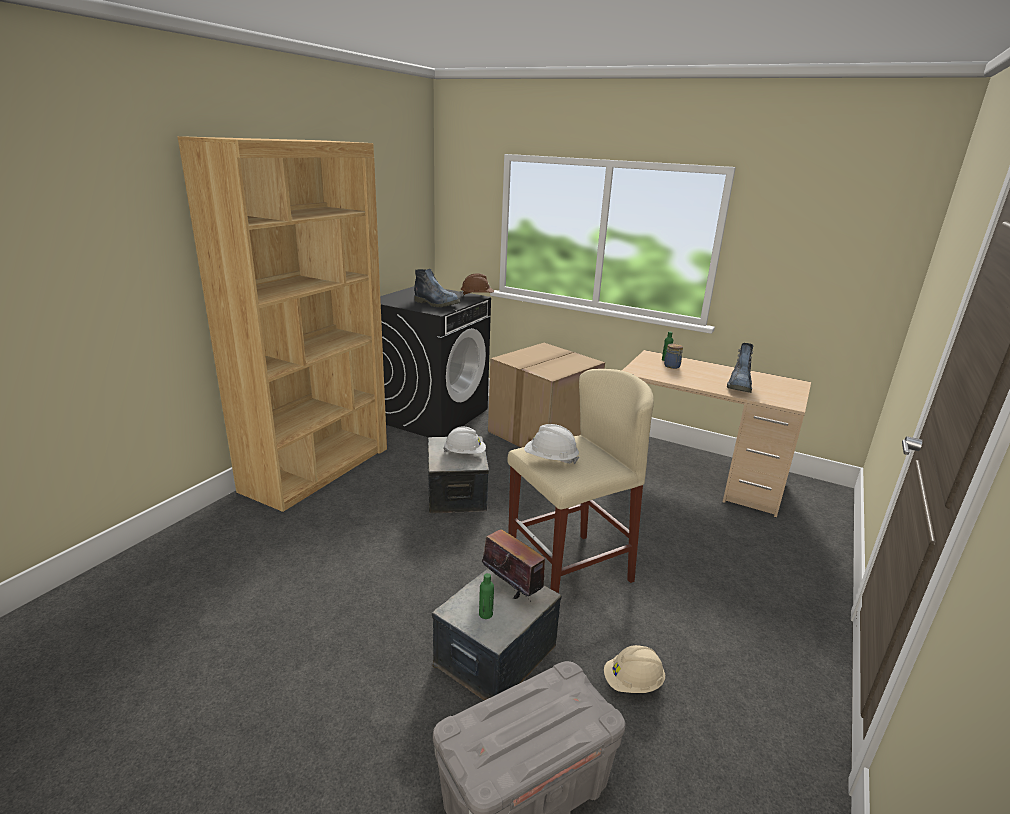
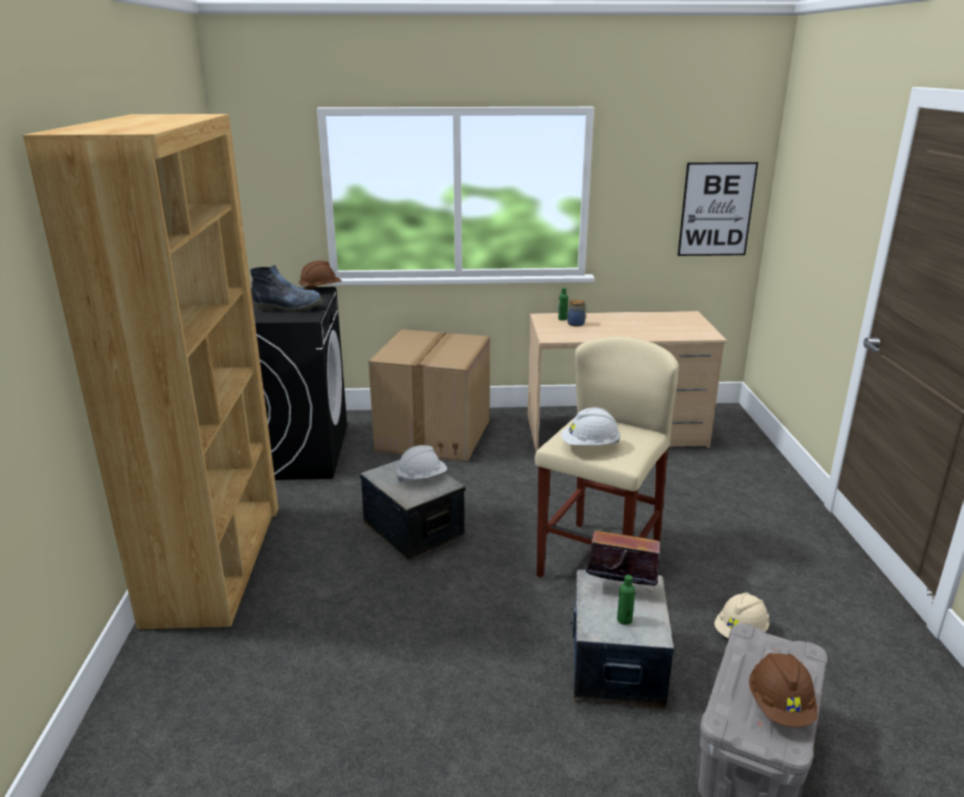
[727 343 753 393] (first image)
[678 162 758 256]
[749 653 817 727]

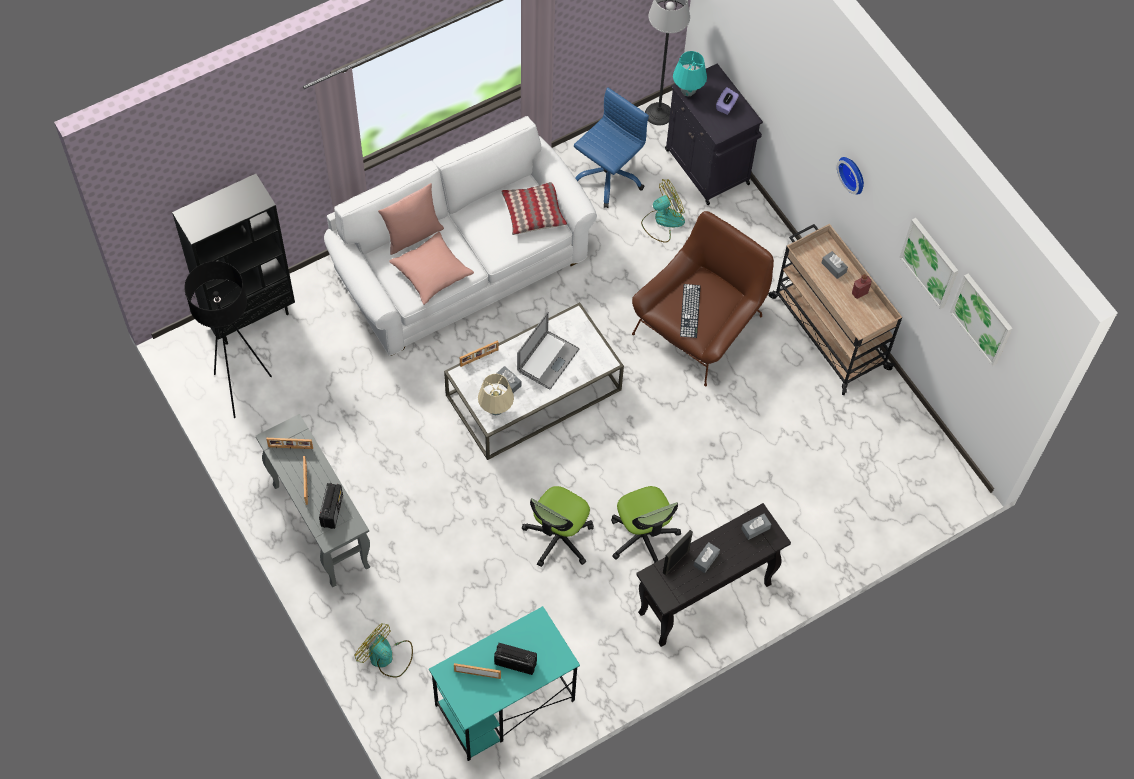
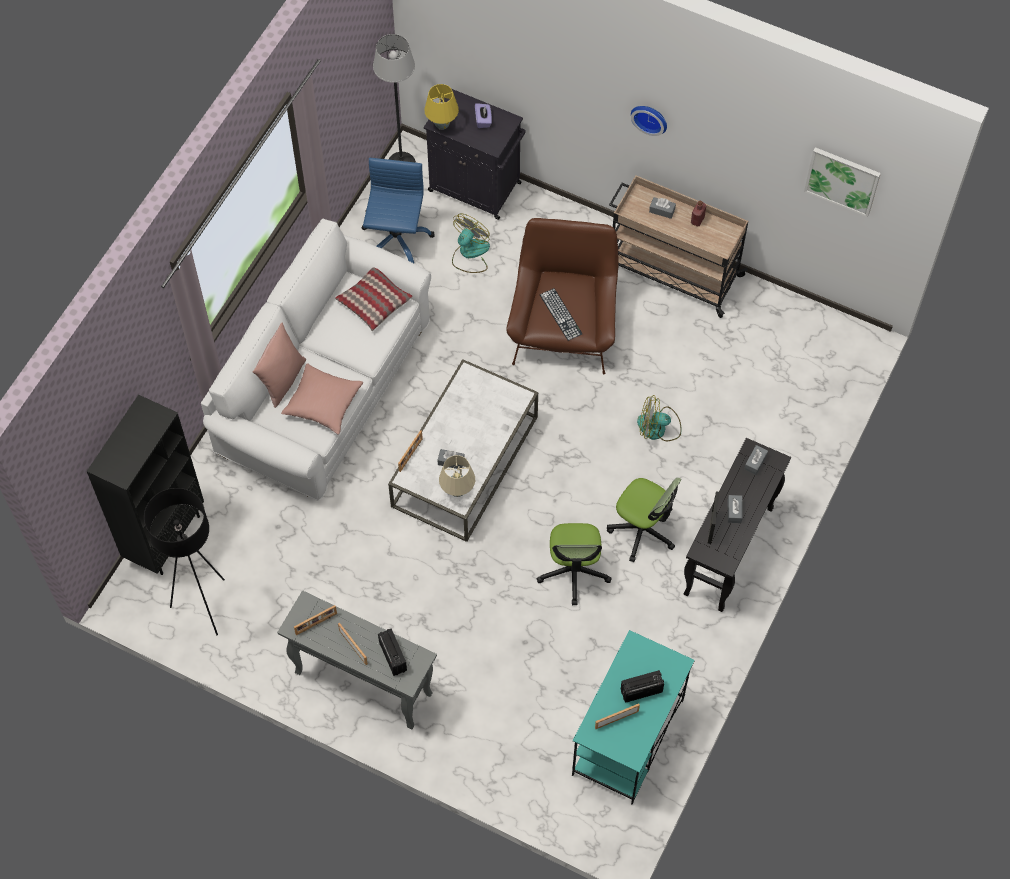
[424 84 459 130]
[899 218 958 309] (first image)
[517 312 580 390] (first image)
[637 395 681 441]

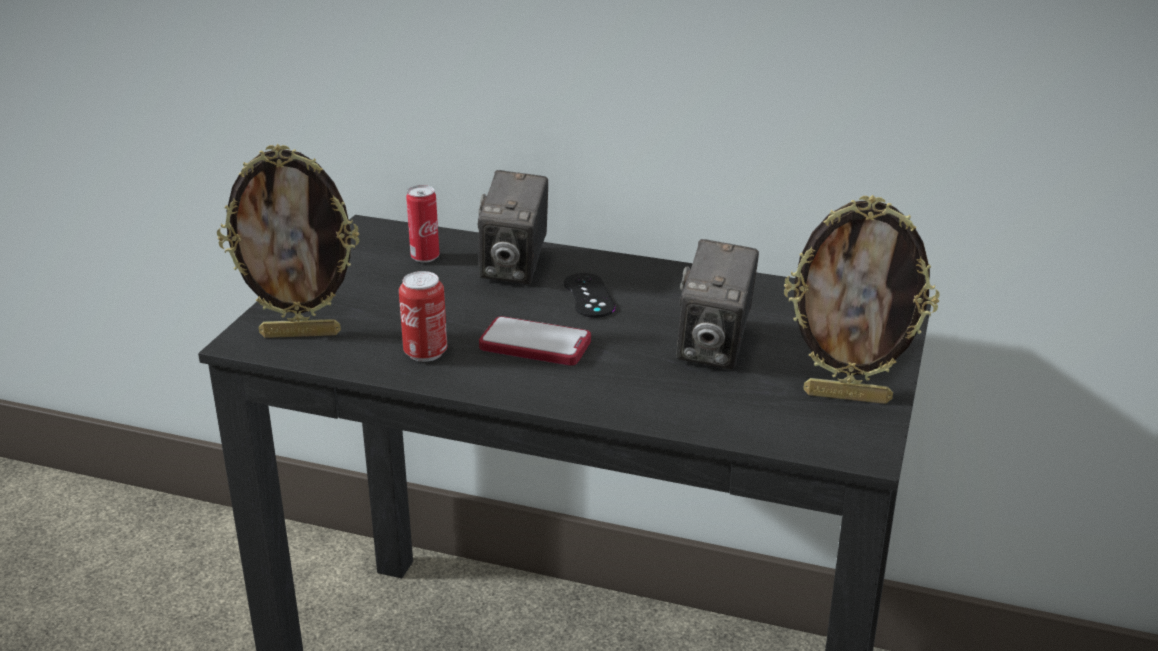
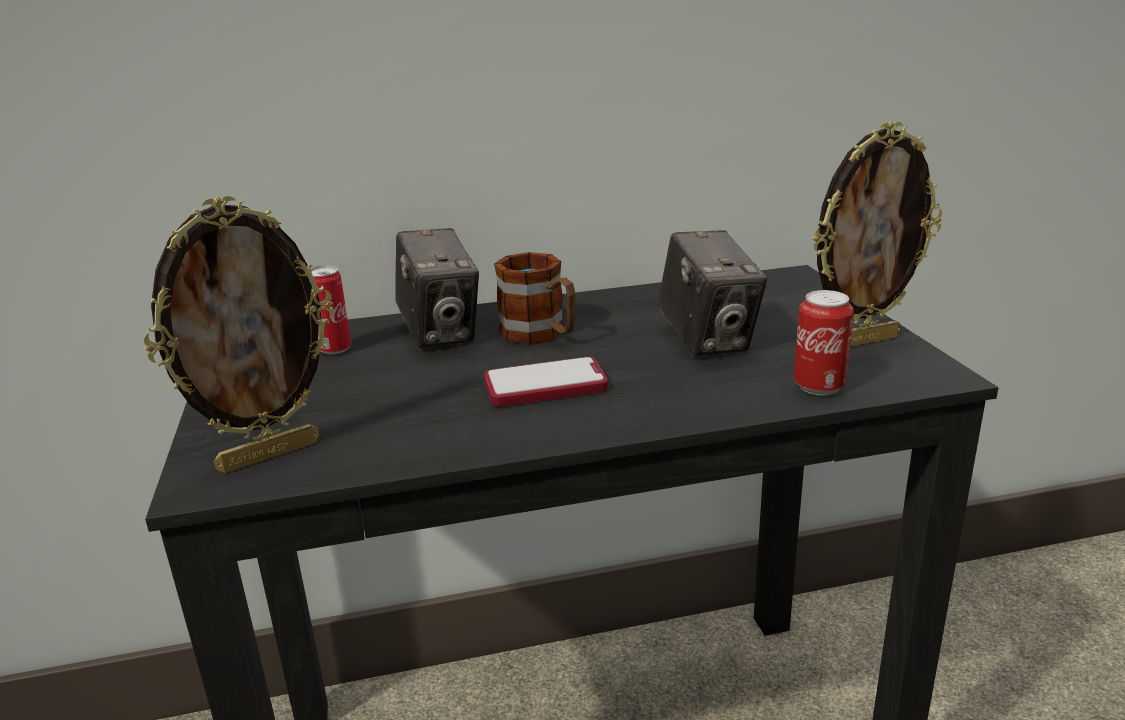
[794 290 854 396]
[494 252 576 344]

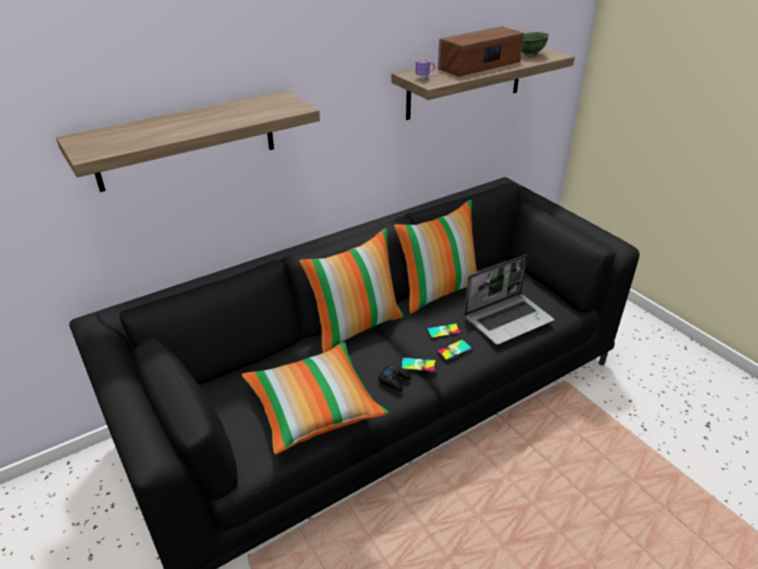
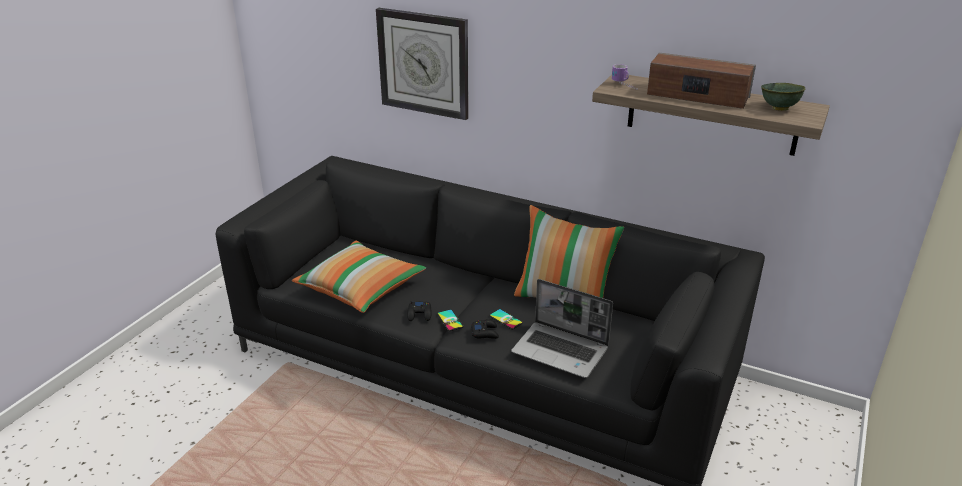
[376 8 469 120]
[300 228 404 353] (first image)
[471 319 499 339]

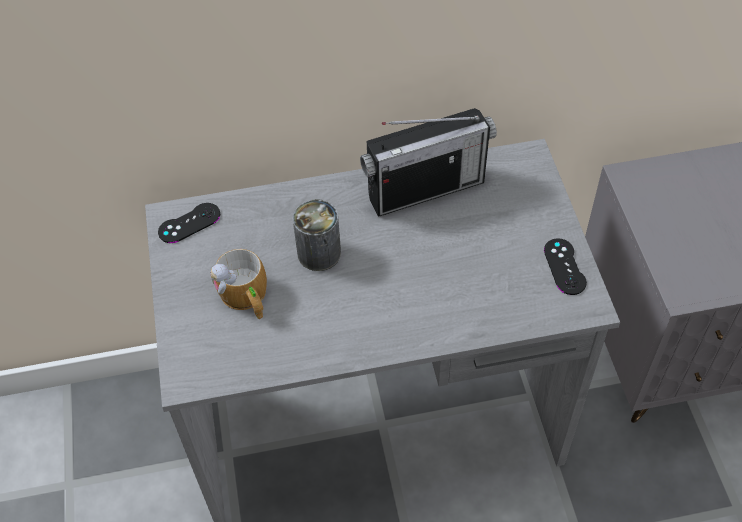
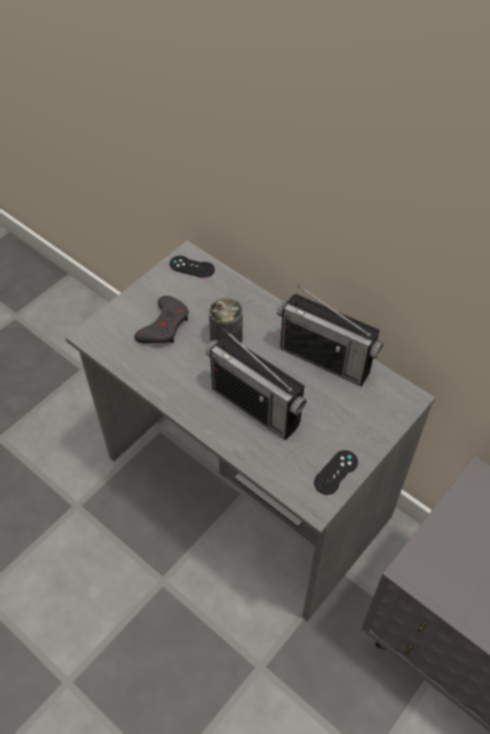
[134 296 188 344]
[205 329 307 440]

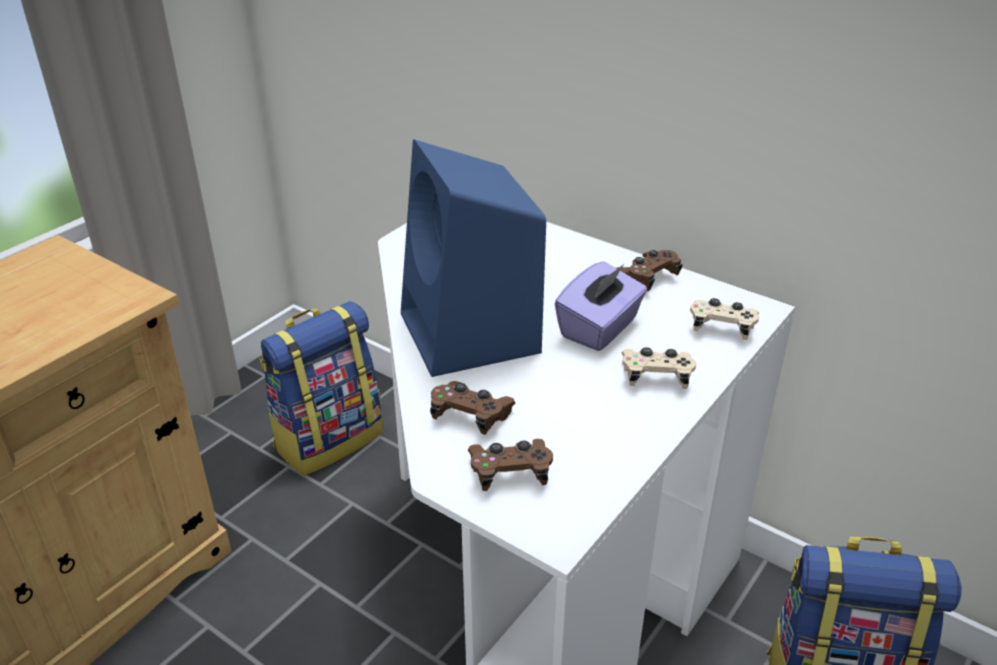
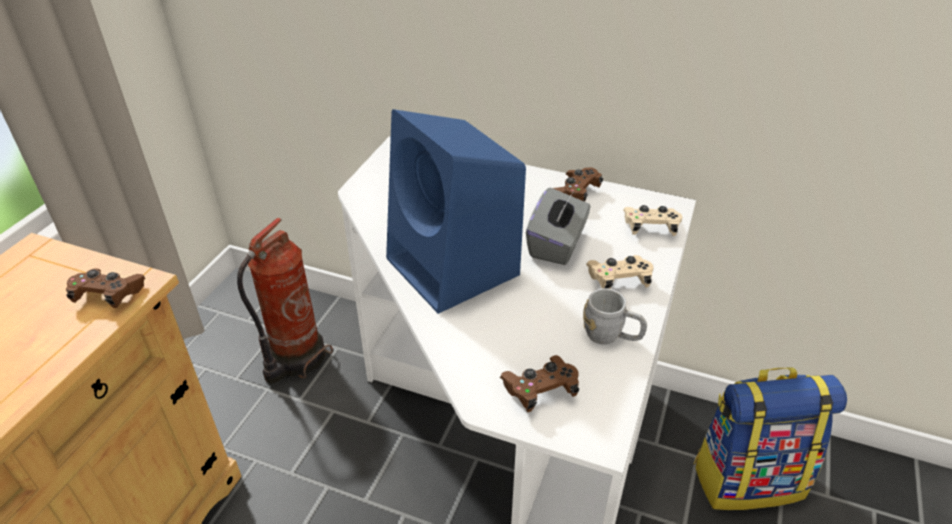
[526 187 590 265]
[237 218 333 384]
[66 268 146 308]
[583 288 647 345]

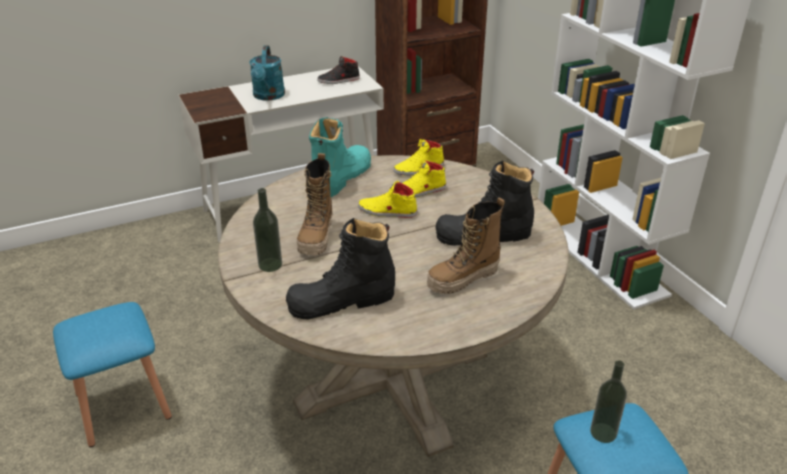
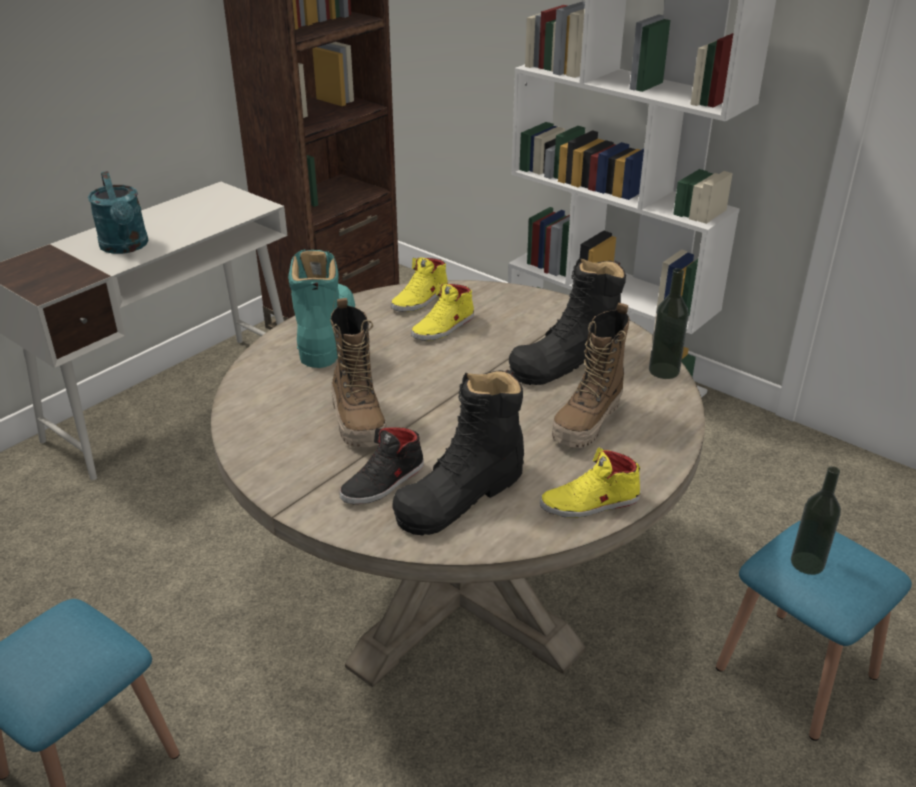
[340 427 424 504]
[540 448 641 518]
[649 268 689 379]

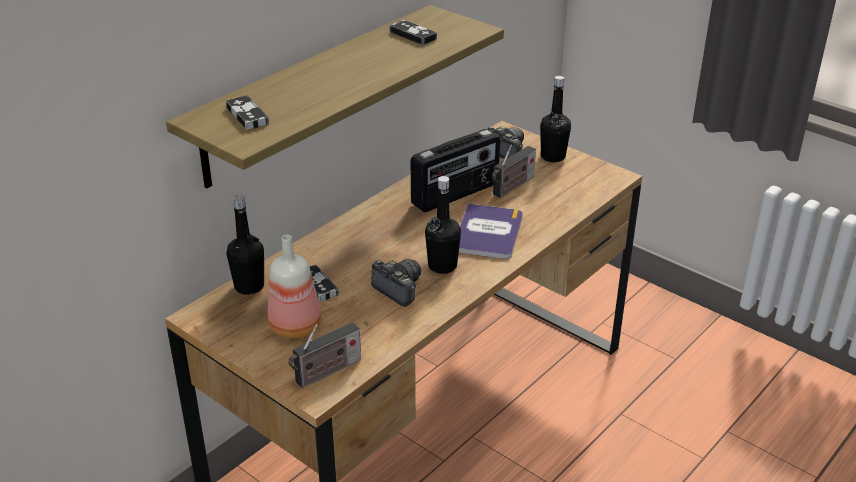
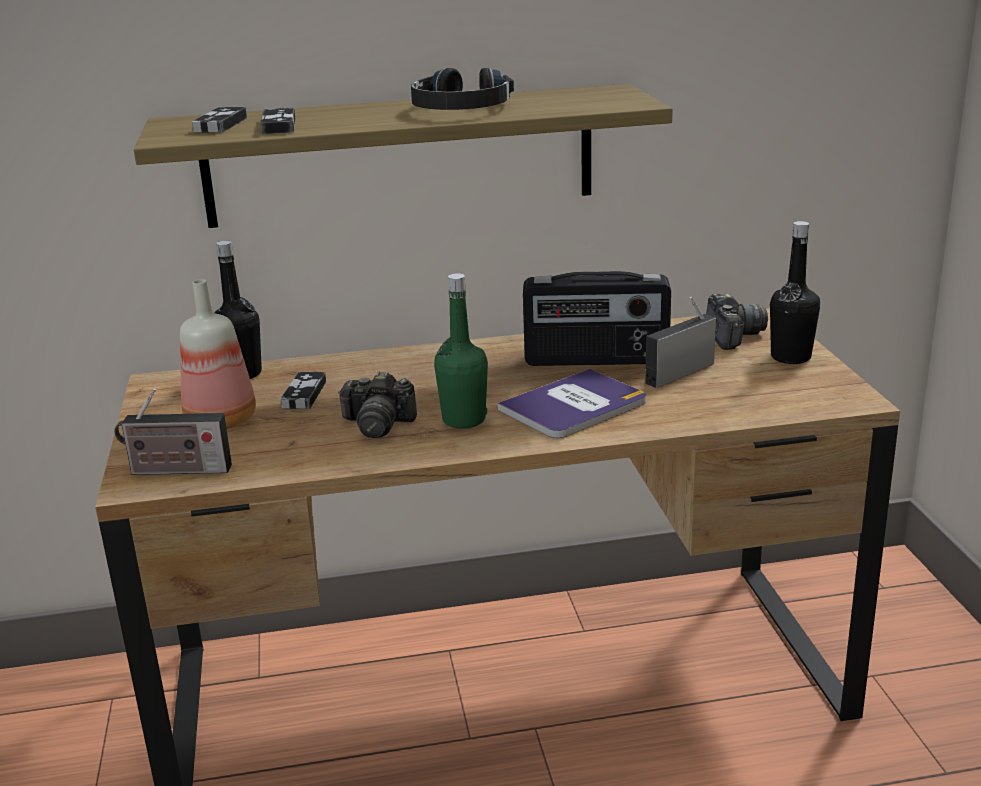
[260 108 295 134]
[645 297 719 388]
[434 273 488 429]
[338 372 417 438]
[411 68 514 110]

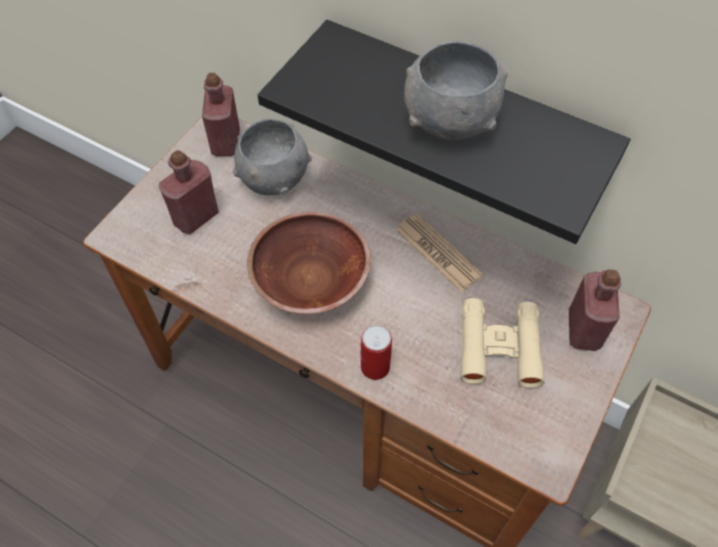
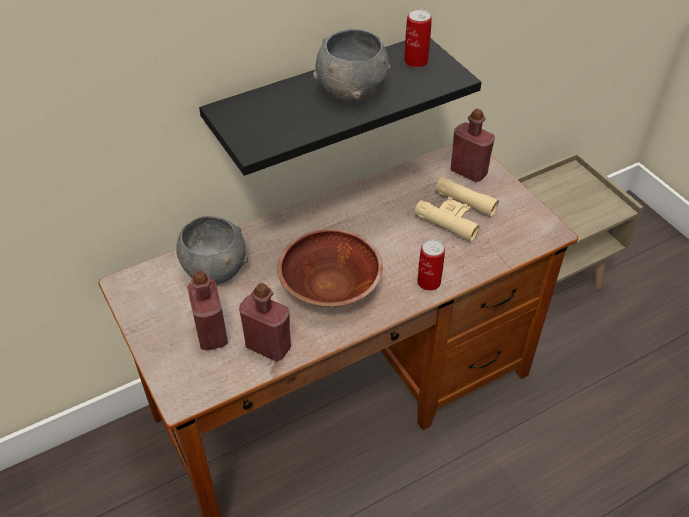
[239 283 291 361]
[396 213 483 293] (first image)
[404 9 432 68]

